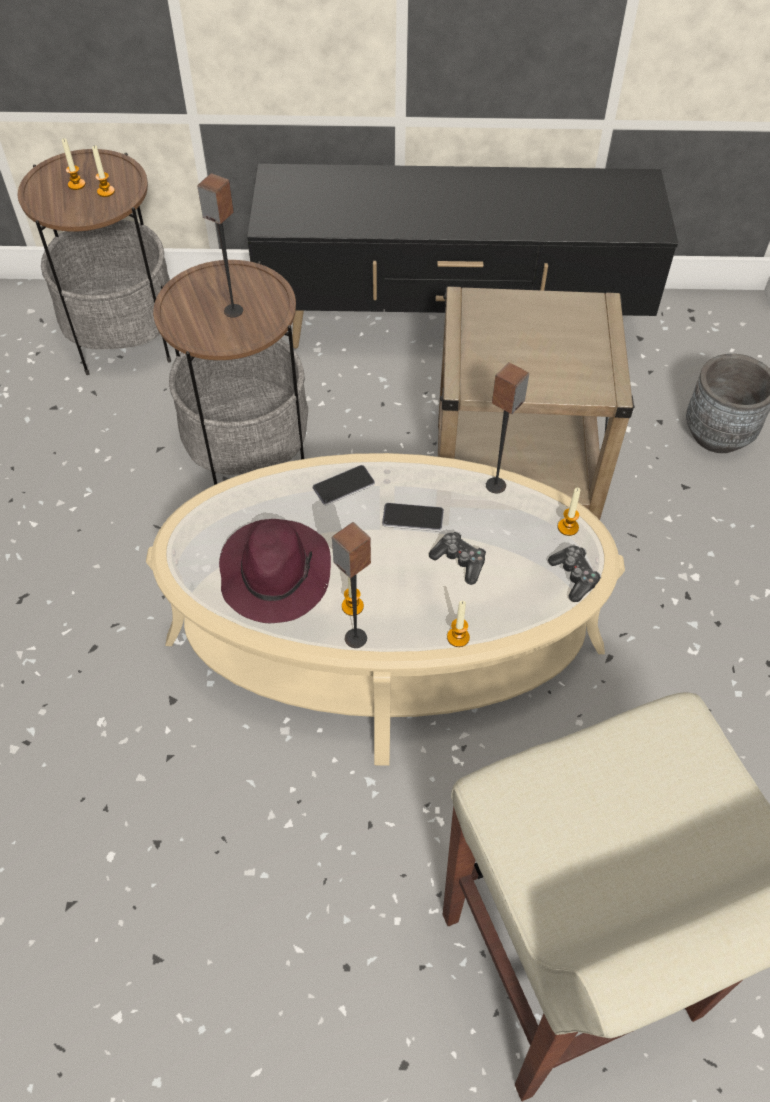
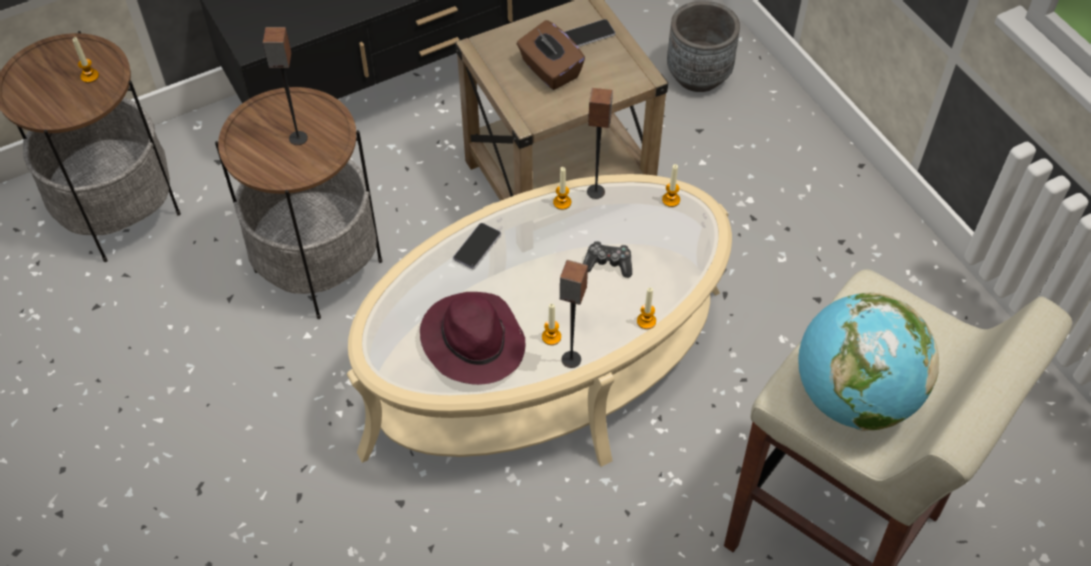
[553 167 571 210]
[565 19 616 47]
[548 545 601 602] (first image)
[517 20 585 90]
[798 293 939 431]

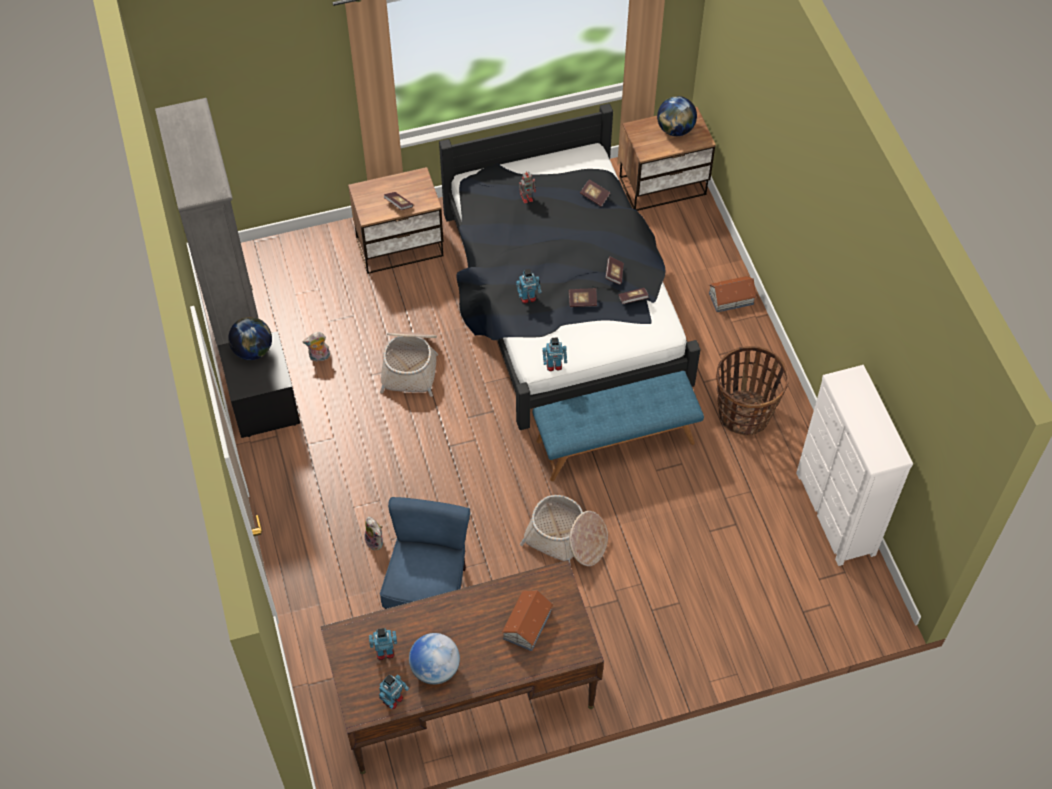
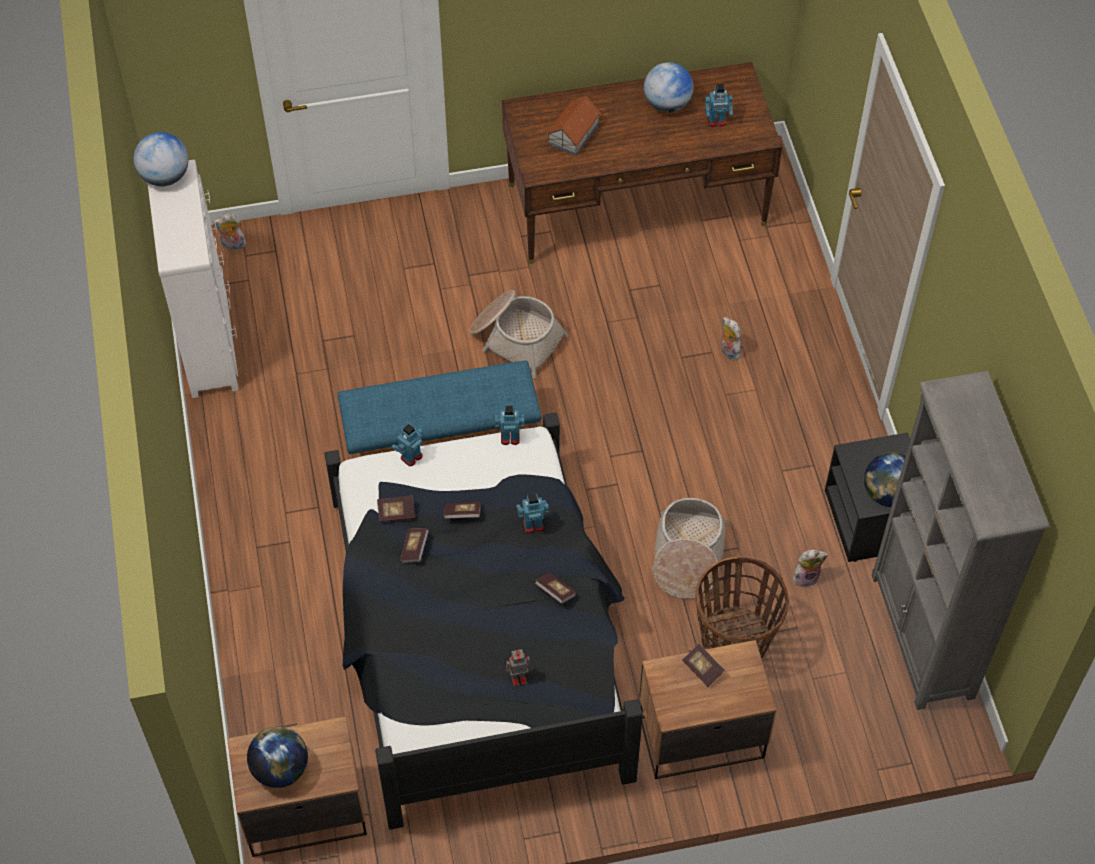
[535 573 577 604]
[709 276 757 312] (first image)
[695 556 789 659]
[380 497 470 609] (first image)
[391 424 424 467]
[134 132 188 187]
[212 214 247 250]

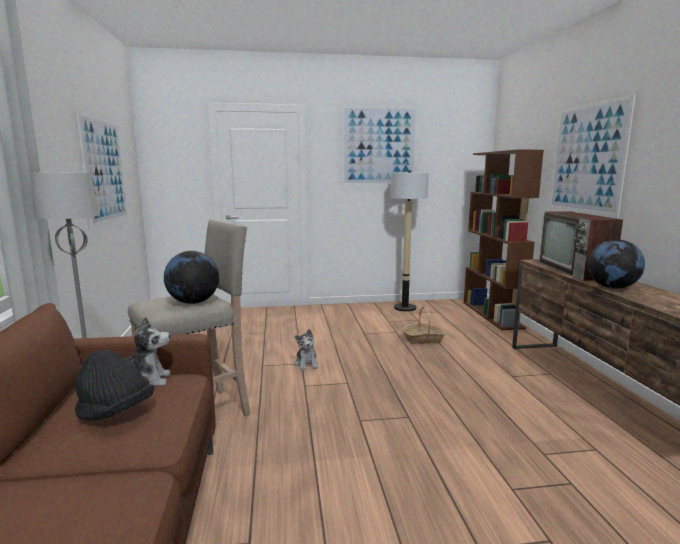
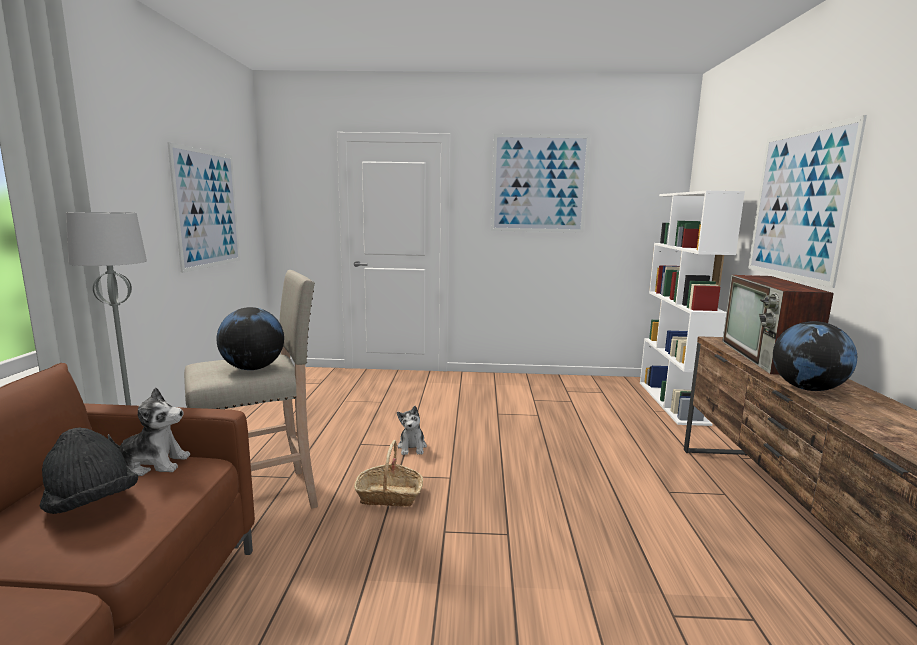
[640 191 745 426]
[390 170 429 312] (first image)
[354 440 423 507]

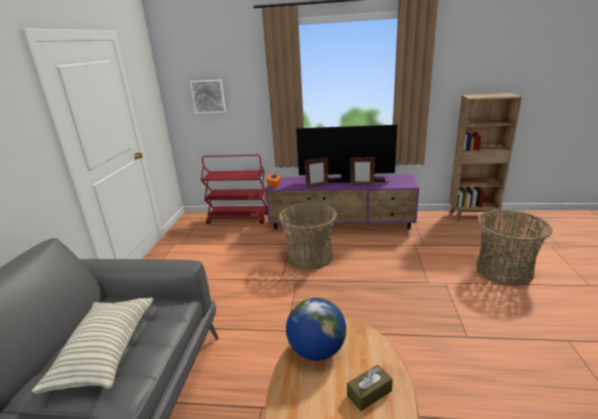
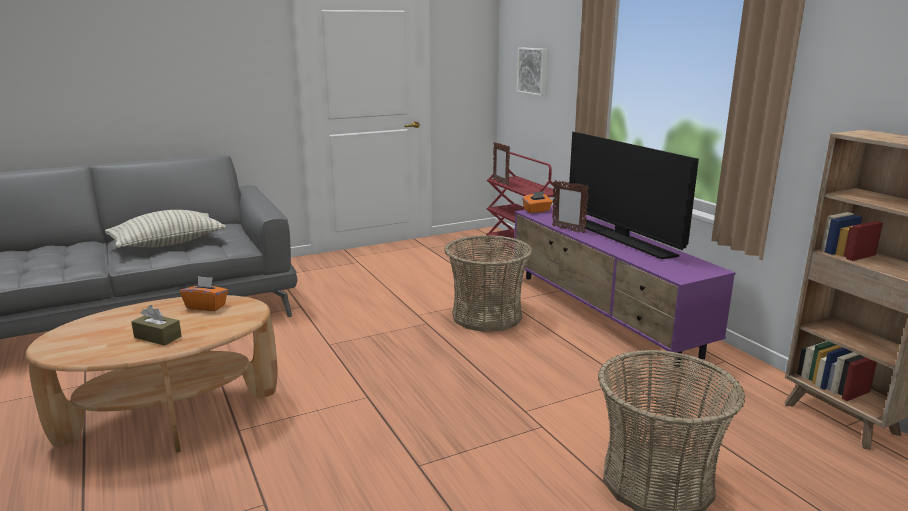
[493 142 510 186]
[180 276 228 311]

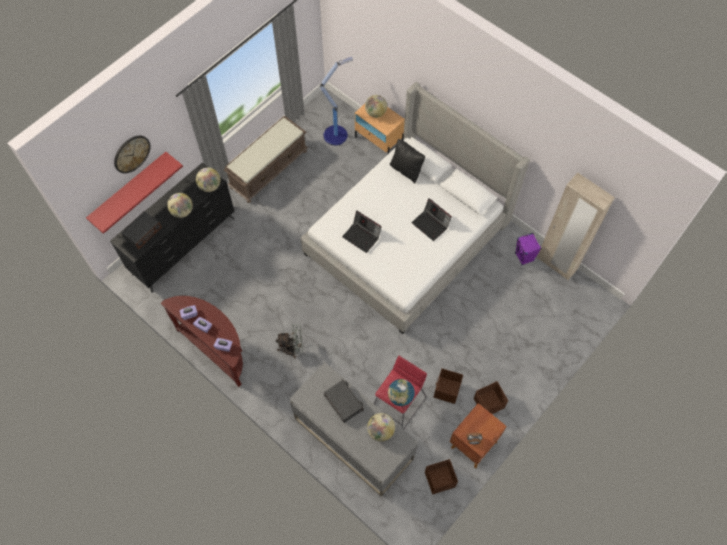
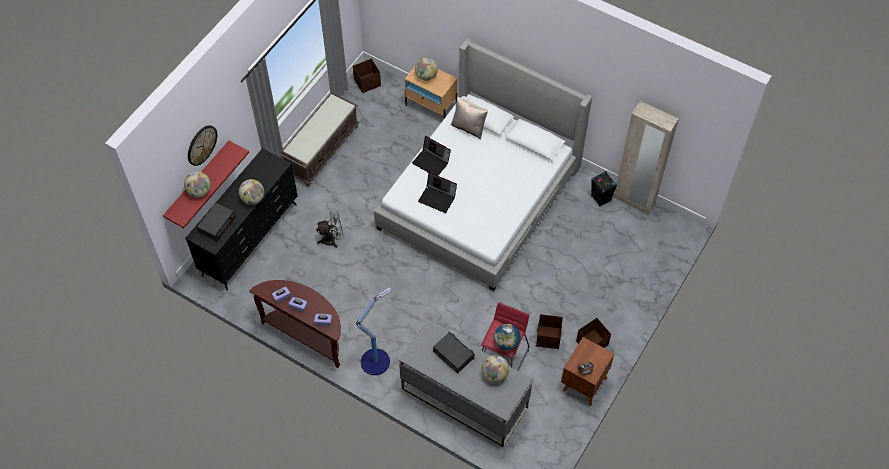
[356 288 392 375]
[451 96 488 140]
[184 171 211 197]
[412 136 451 176]
[591 171 617 207]
[316 210 344 248]
[353 59 381 93]

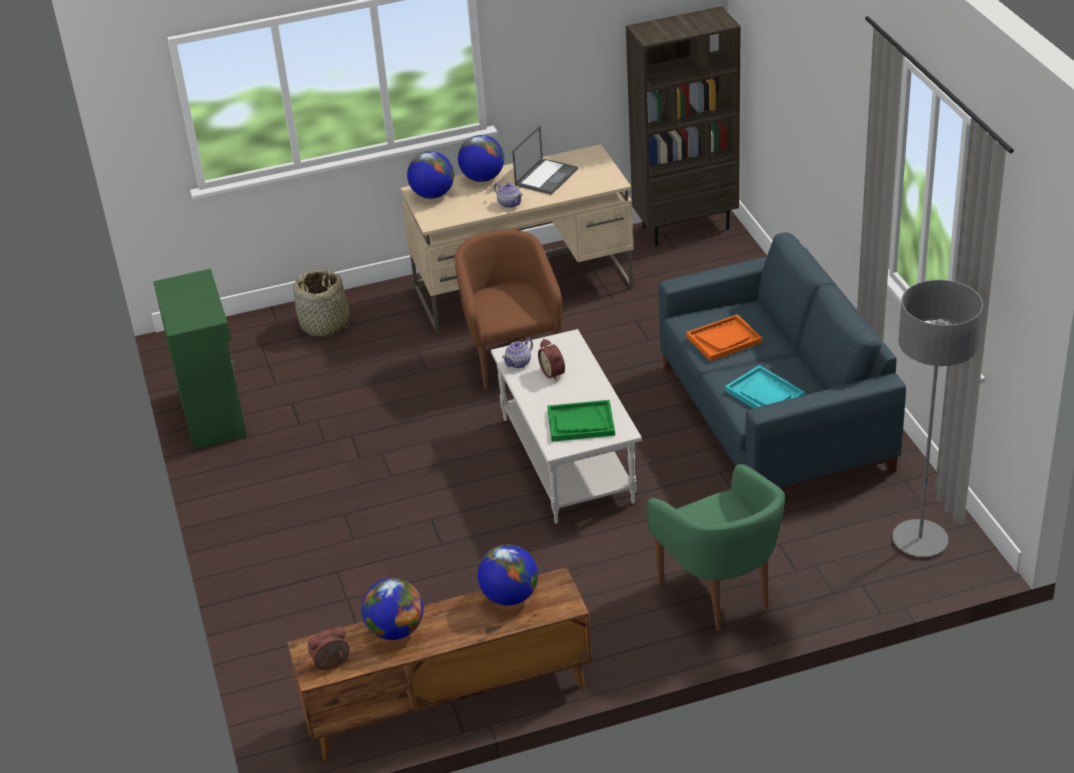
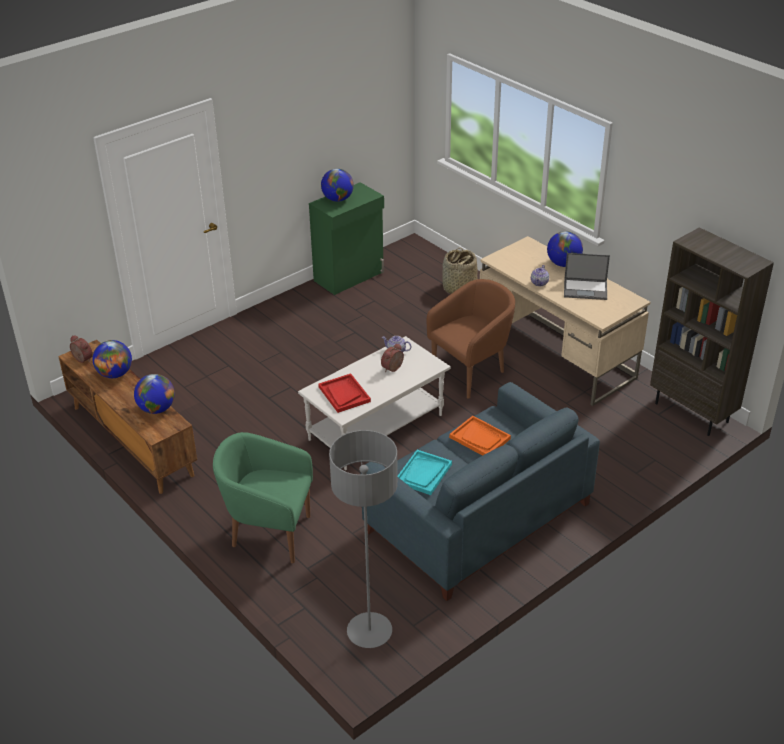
[321 169 354 202]
[318 373 371 413]
[213 432 313 563]

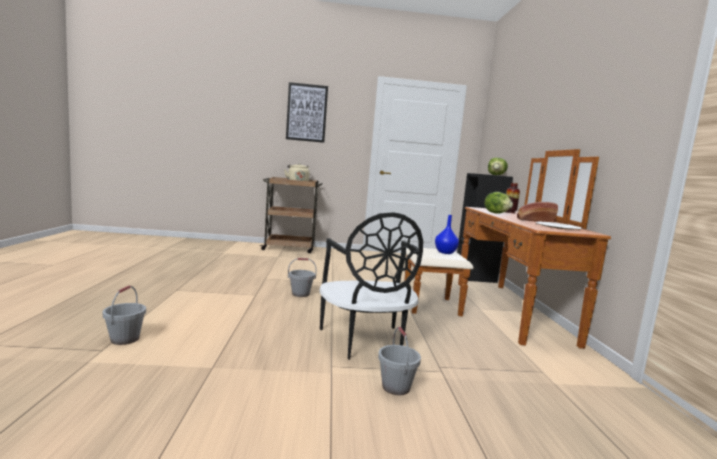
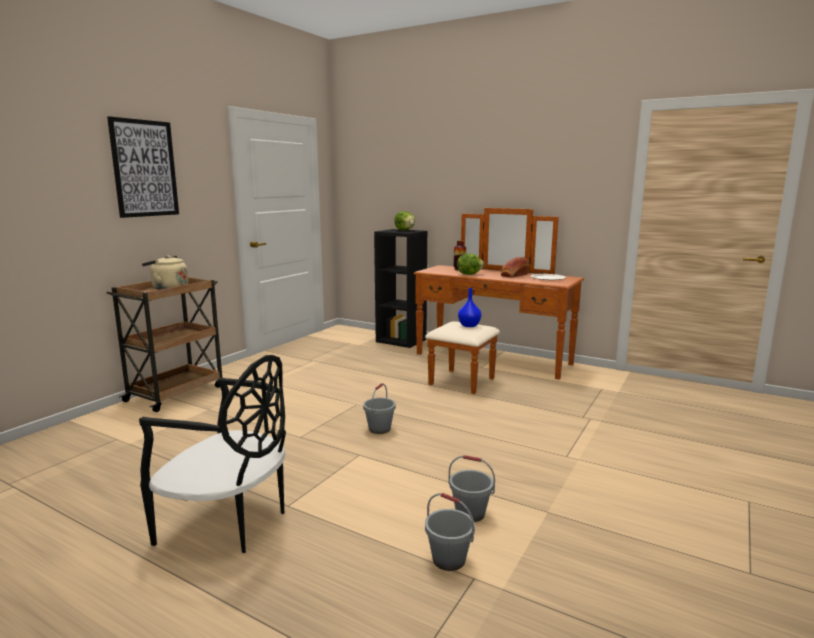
[139 355 286 553]
[448 455 495 522]

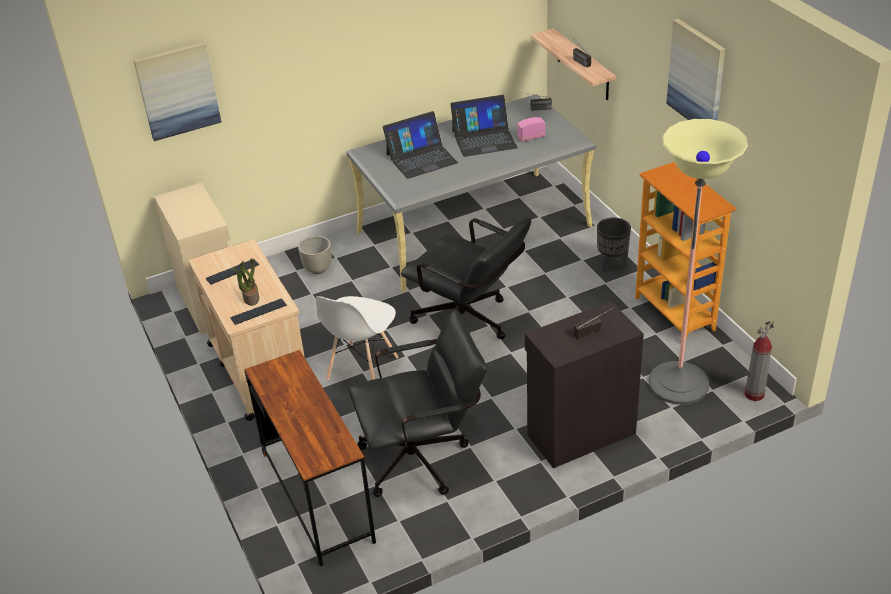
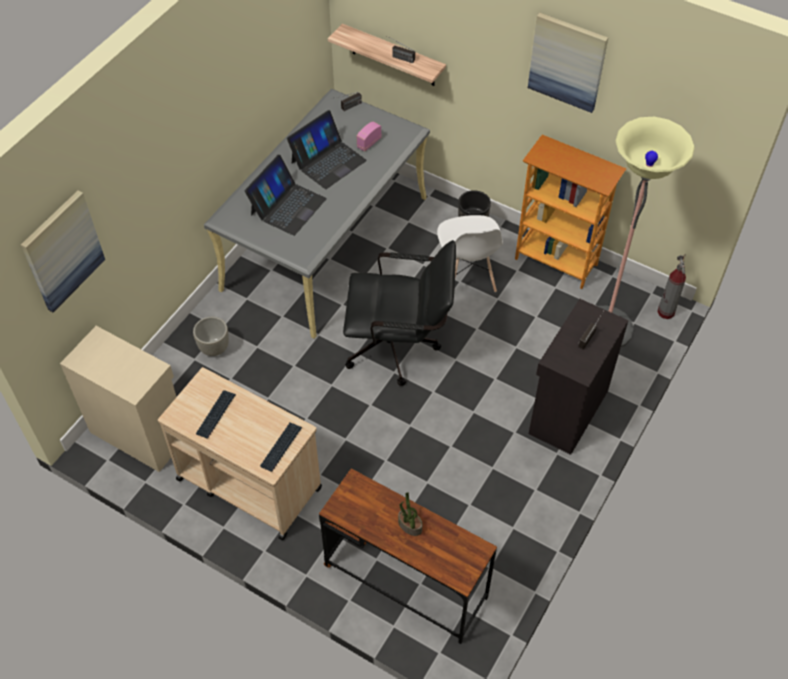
[398 492 422 536]
[437 215 503 292]
[349 309 487 497] (first image)

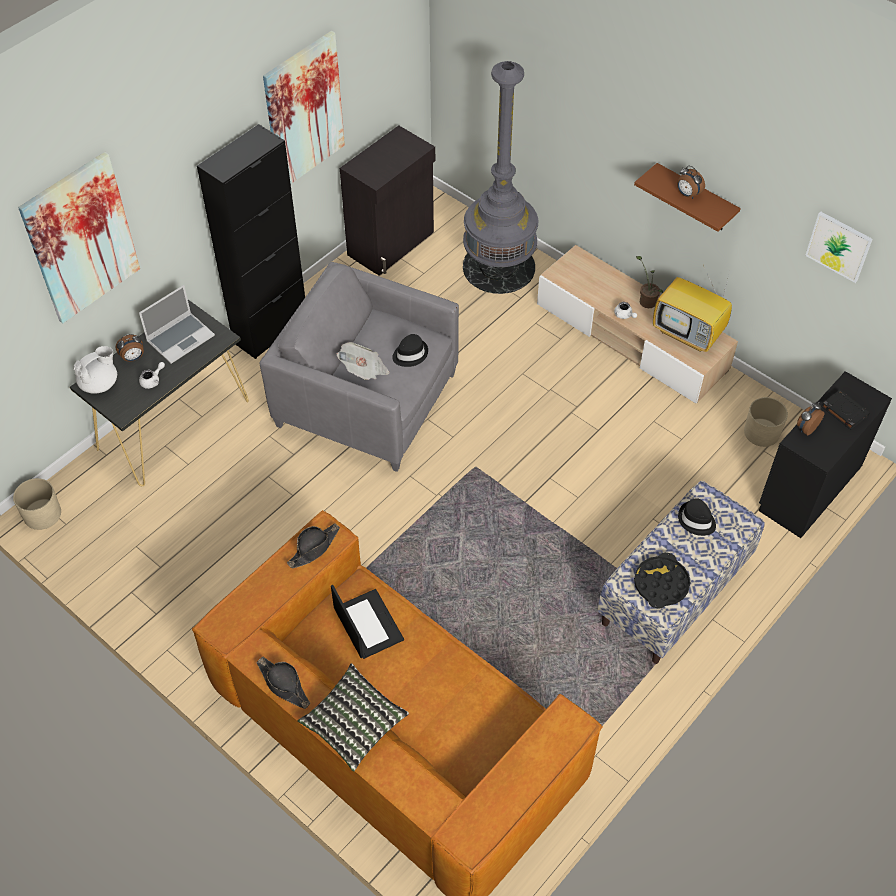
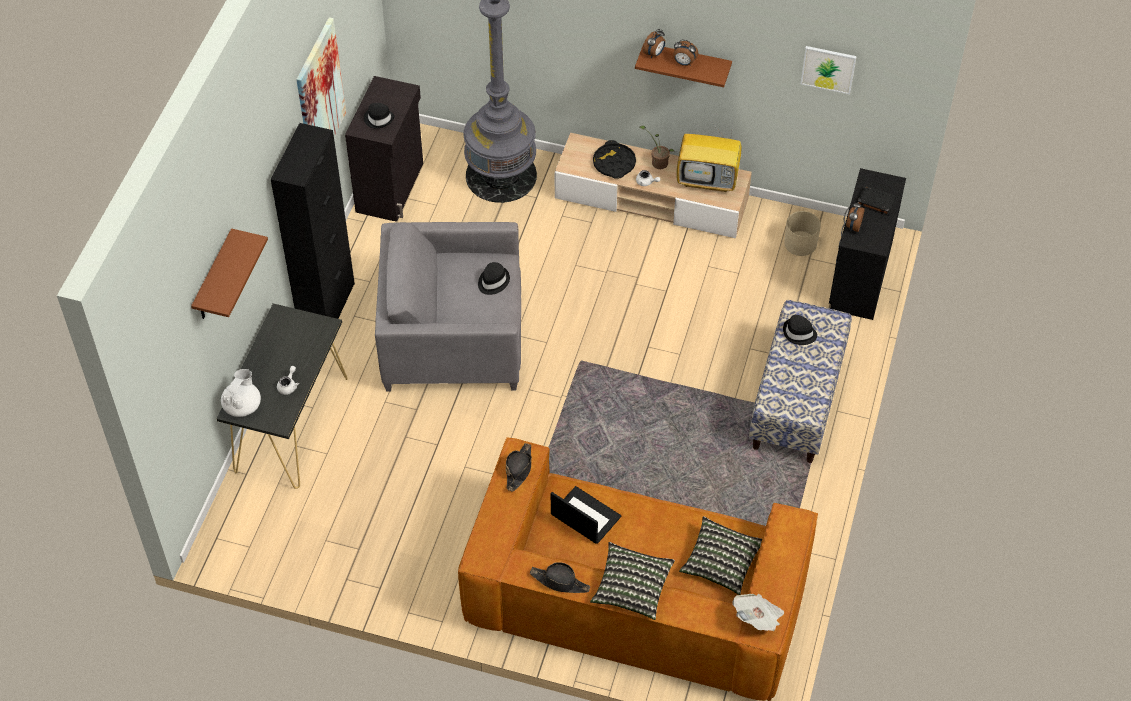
[191 228 268 319]
[139 285 215 364] (first image)
[643 29 665 58]
[732 594 784 631]
[13 478 61 530] (first image)
[593 140 636 179]
[364 103 394 129]
[679 516 762 595]

